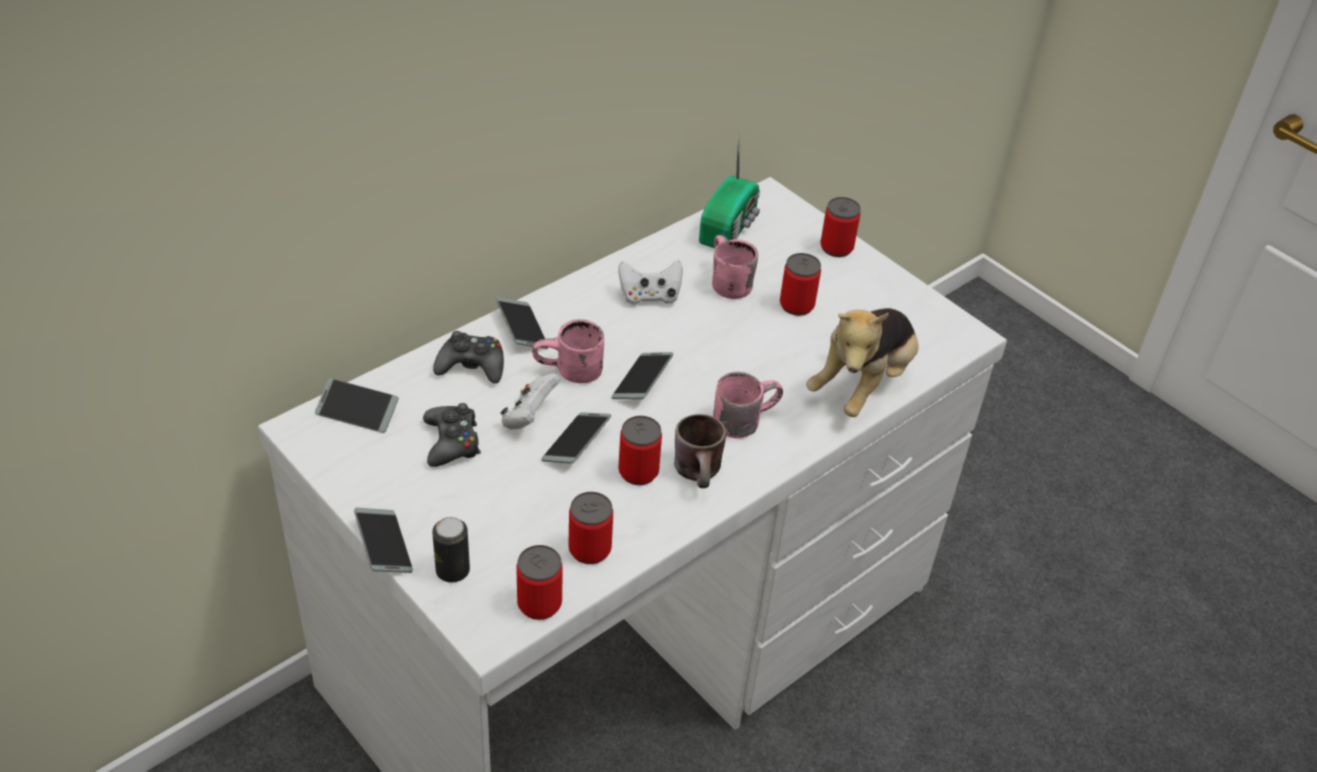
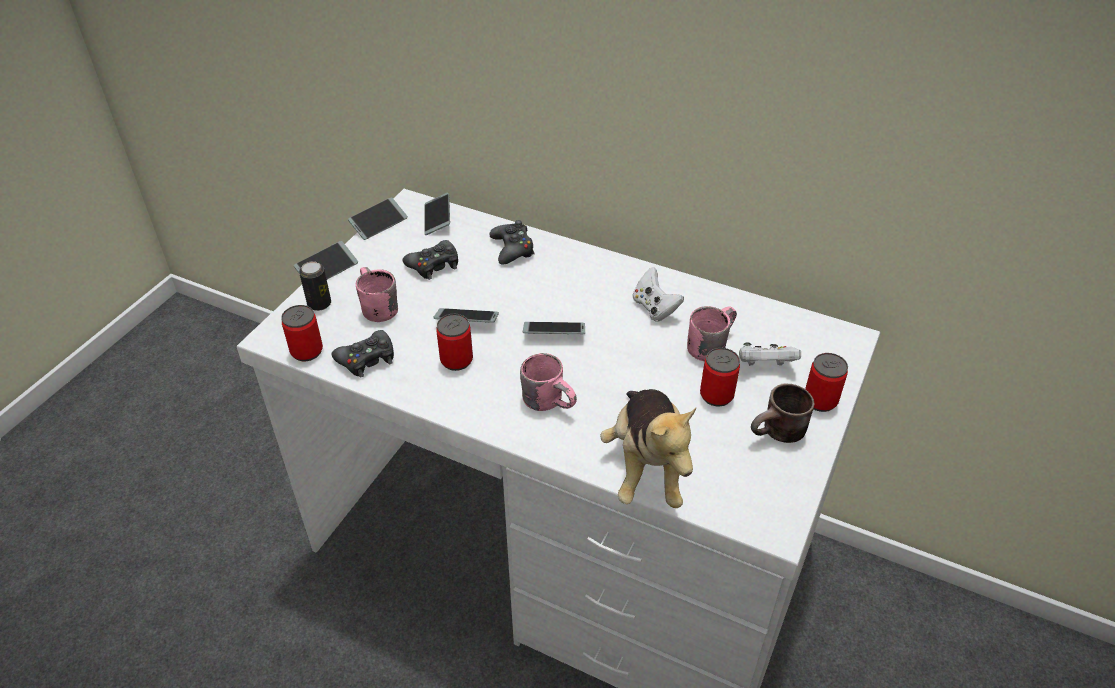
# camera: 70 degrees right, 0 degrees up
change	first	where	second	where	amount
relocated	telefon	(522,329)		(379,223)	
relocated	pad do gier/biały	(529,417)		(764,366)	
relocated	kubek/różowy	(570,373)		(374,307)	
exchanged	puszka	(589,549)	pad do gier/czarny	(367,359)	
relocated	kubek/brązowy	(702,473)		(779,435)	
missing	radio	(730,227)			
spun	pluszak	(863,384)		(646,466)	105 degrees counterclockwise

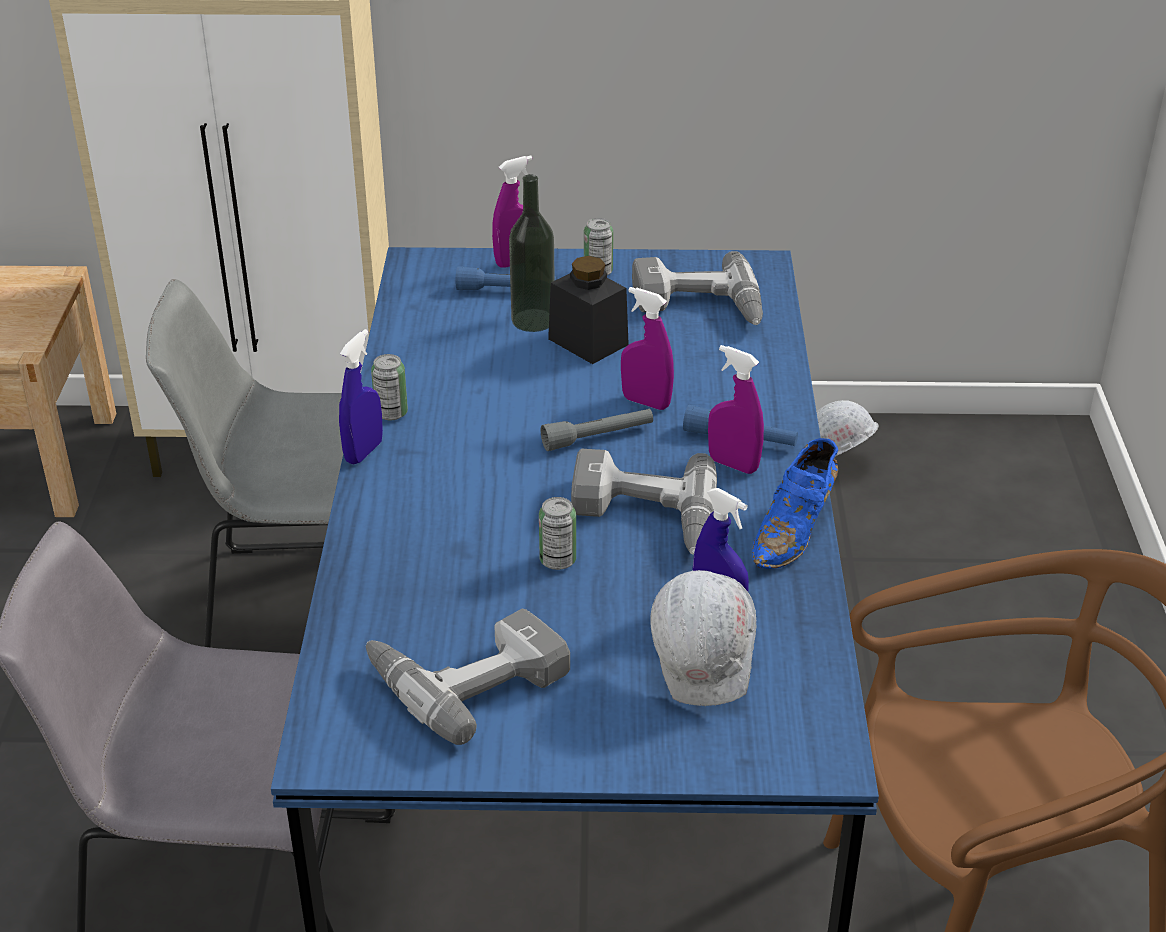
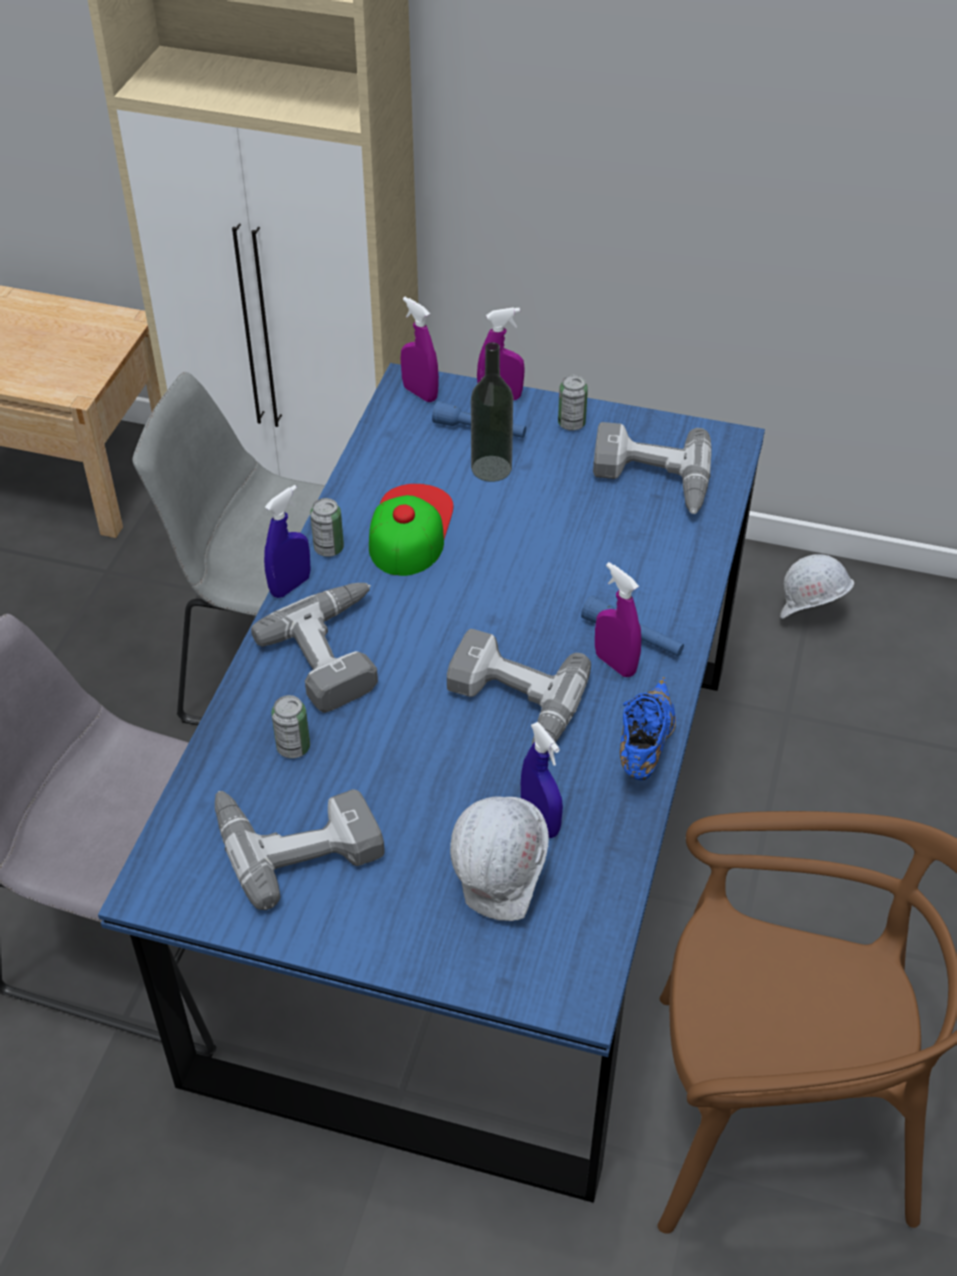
# camera: 15 degrees right, 10 degrees up
change	first	where	second	where	amount
relocated	puszka	(557,560)		(293,747)	
missing	latarka/szary	(598,437)			
missing	słoik/czarny	(588,342)			
relocated	spryskiwacz/fioletowy	(646,402)		(420,393)	
spun	but/niebieski	(795,531)		(644,748)	150 degrees clockwise
appeared			wiertarka	(338,653)	
appeared			czapka z daszkiem	(409,528)	

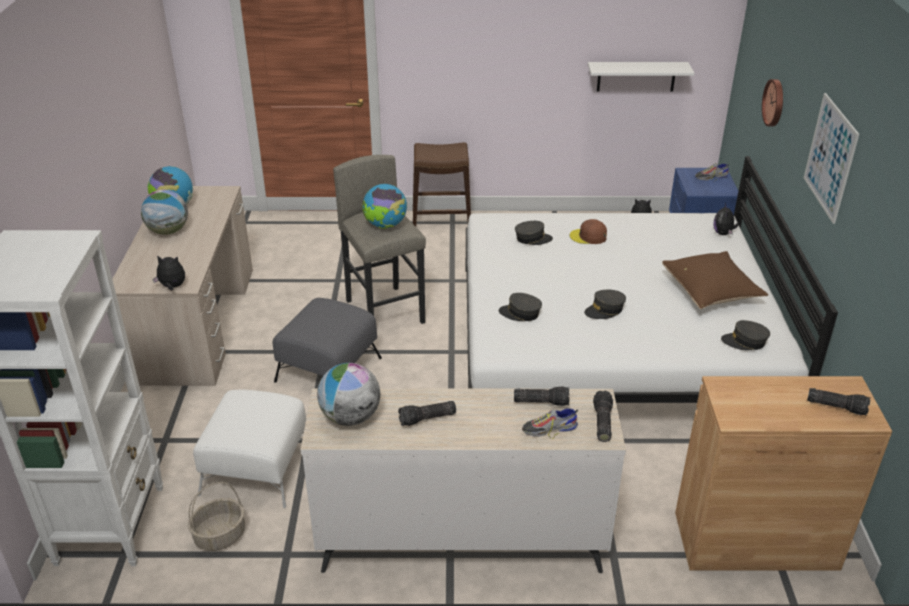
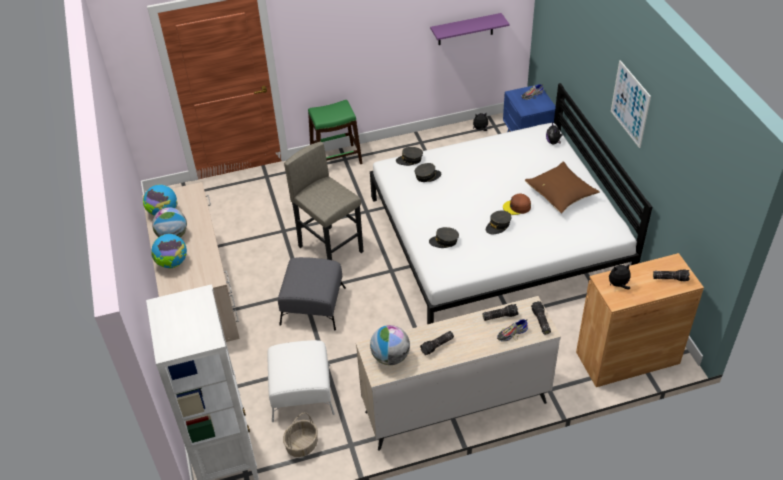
# camera: 15 degrees left, 10 degrees up
change	first	where	second	where	amount
relocated	pluszak	(172,287)		(618,285)	
relocated	globus	(385,225)		(172,263)	
colour	stołek/brązowy	(441,220)	stołek/zielony	(336,159)	
relocated	czapka z daszkiem/brązowy	(588,236)		(517,207)	
colour	półka/biały	(636,76)	półka/fioletowy	(465,29)	
relocated	czapka z daszkiem/szary	(744,342)		(409,160)	
missing	zegar ścienny	(775,102)			

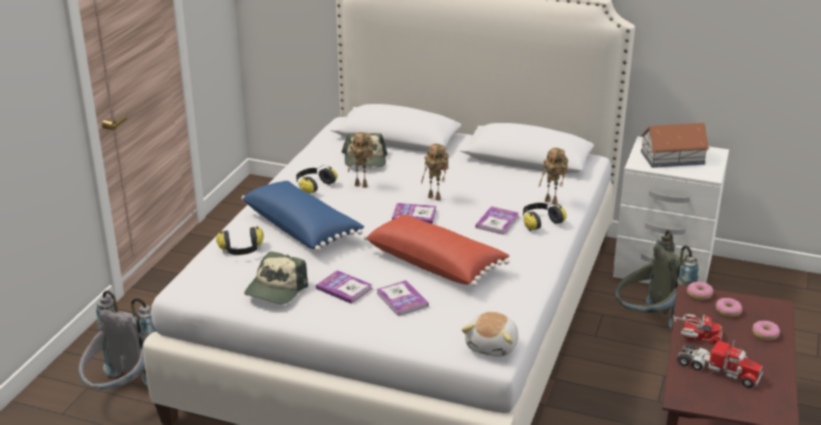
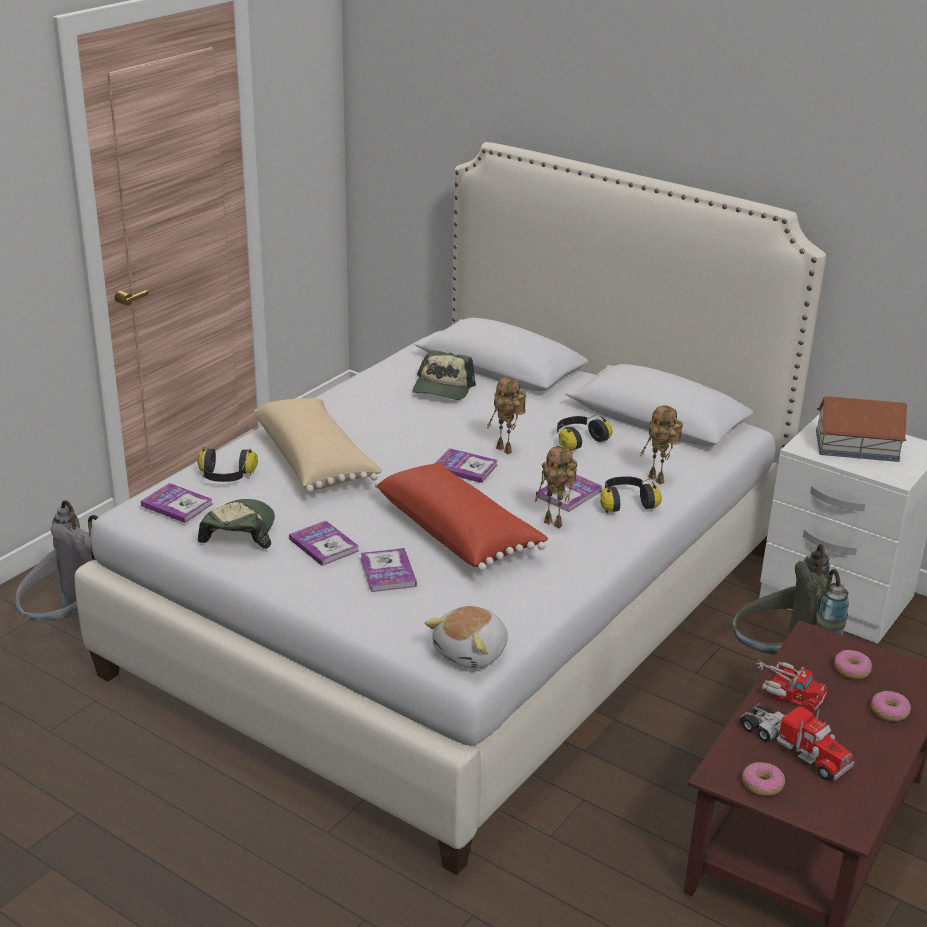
# camera: 15 degrees right, 0 degrees up
change	first	where	second	where	amount
colour	poduszka/niebieski	(302,228)	poduszka/beżowy	(316,461)	
spun	czapka z daszkiem	(276,289)		(238,532)	150 degrees clockwise
relocated	słuchawki	(313,186)		(579,441)	
relocated	robot zabawkowy	(362,185)		(555,523)	
relocated	donut	(699,294)		(762,784)	
appeared			książka	(177,505)	

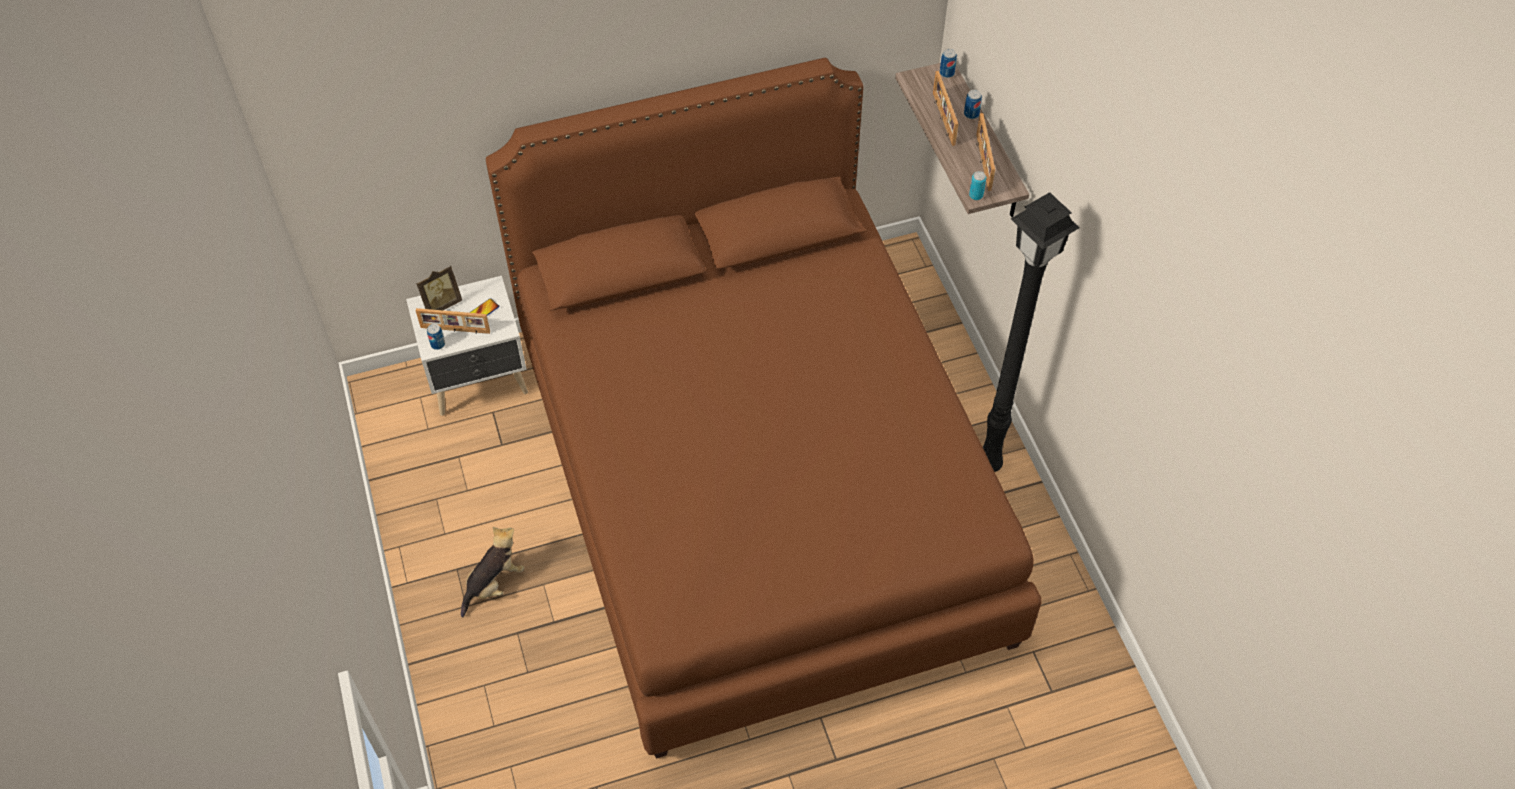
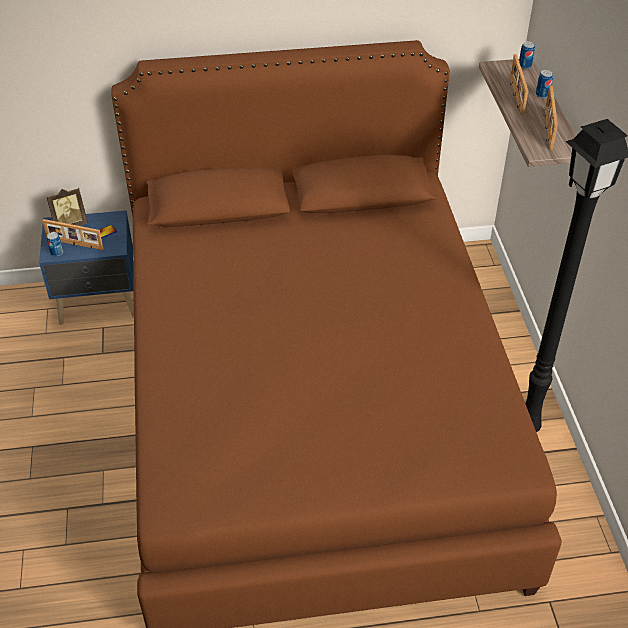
# camera: 10 degrees right, 10 degrees down
change	first	where	second	where	amount
colour	szafka nocna/biały	(479,380)	szafka nocna/niebieski	(99,303)	
missing	pluszak	(494,583)			
missing	puszka	(976,195)			

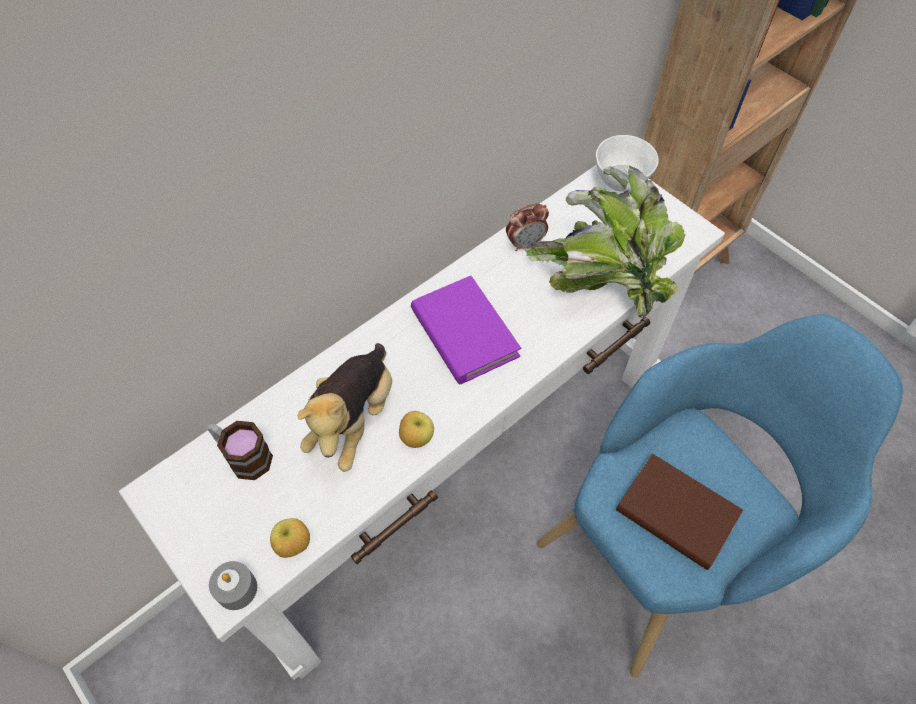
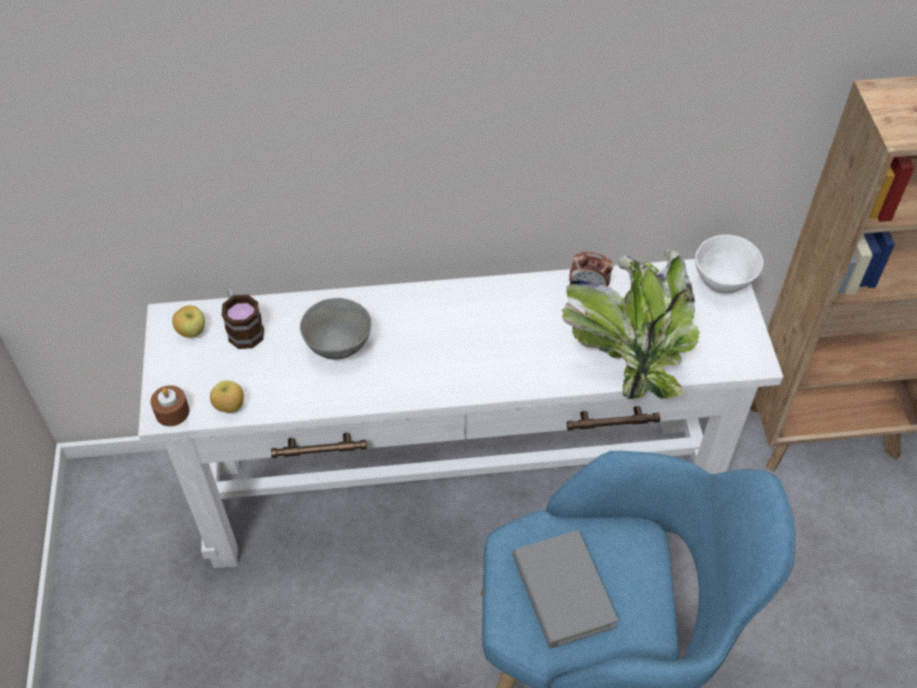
# camera: 35 degrees right, 5 degrees down
change	first	where	second	where	amount
colour	świeca/szary	(236,589)	świeca/brązowy	(172,412)	
exchanged	pluszak	(354,419)	miska/szary	(339,347)	
relocated	jabłko	(416,438)		(192,332)	
missing	książka/fioletowy	(464,333)			
colour	książka/brązowy	(676,513)	książka/szary	(563,591)	

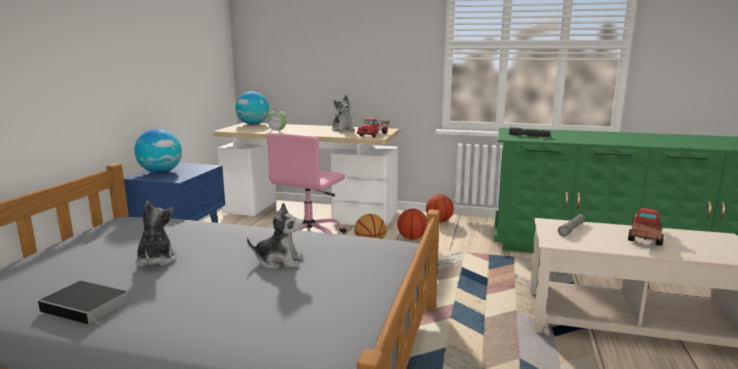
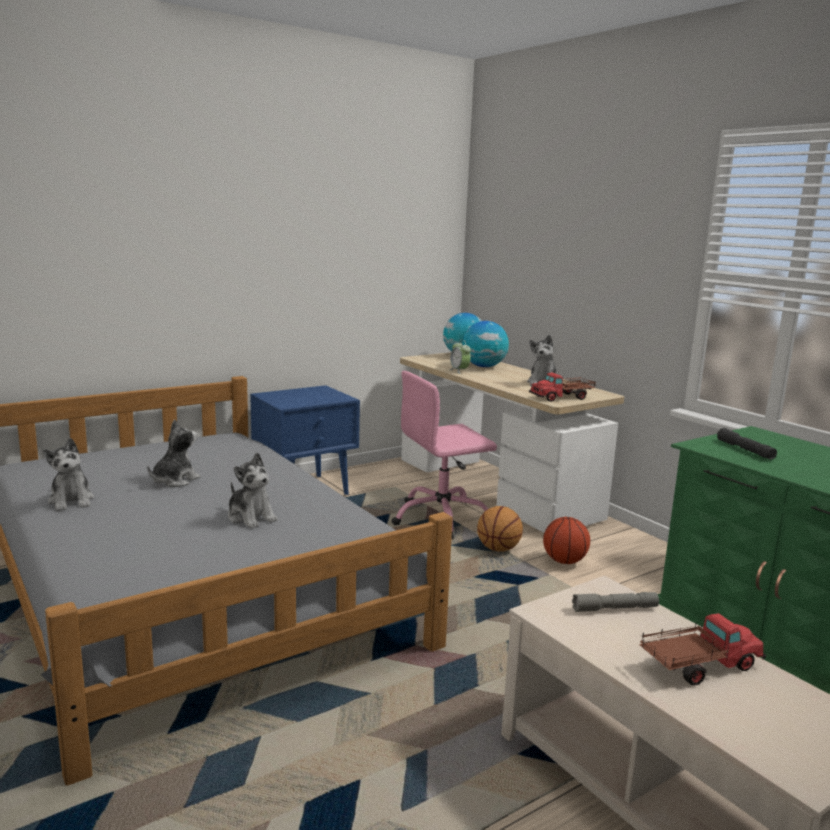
# camera: 40 degrees right, 0 degrees up
change	first	where	second	where	amount
exchanged	książka	(87,307)	pluszak	(71,501)	
relocated	globus	(160,172)		(484,366)	
missing	piłka do koszykówki	(439,221)			

